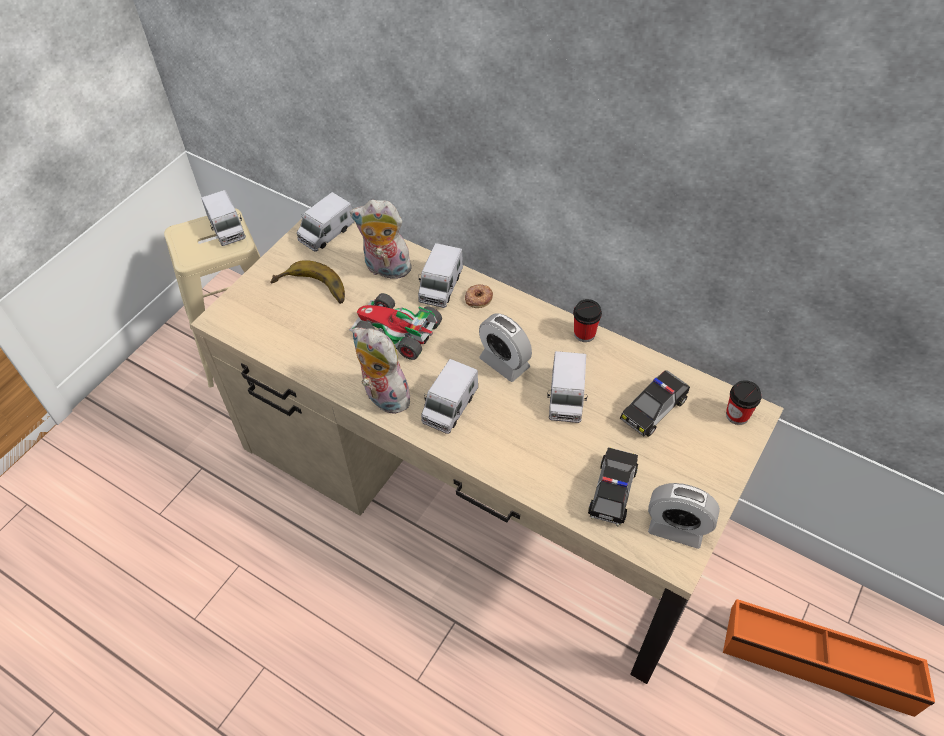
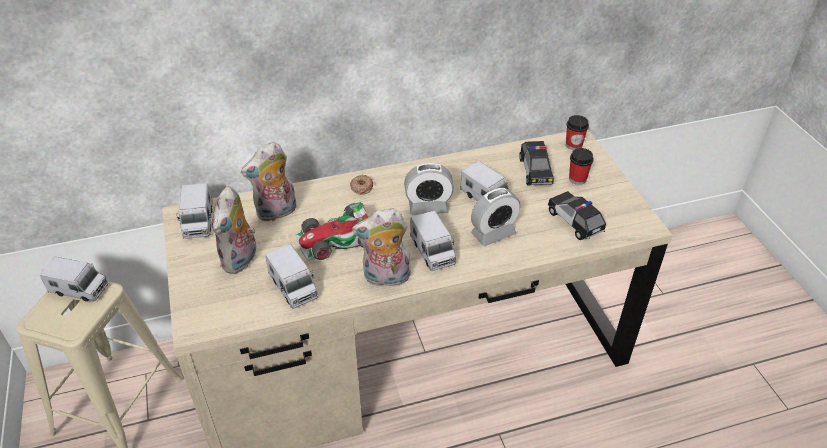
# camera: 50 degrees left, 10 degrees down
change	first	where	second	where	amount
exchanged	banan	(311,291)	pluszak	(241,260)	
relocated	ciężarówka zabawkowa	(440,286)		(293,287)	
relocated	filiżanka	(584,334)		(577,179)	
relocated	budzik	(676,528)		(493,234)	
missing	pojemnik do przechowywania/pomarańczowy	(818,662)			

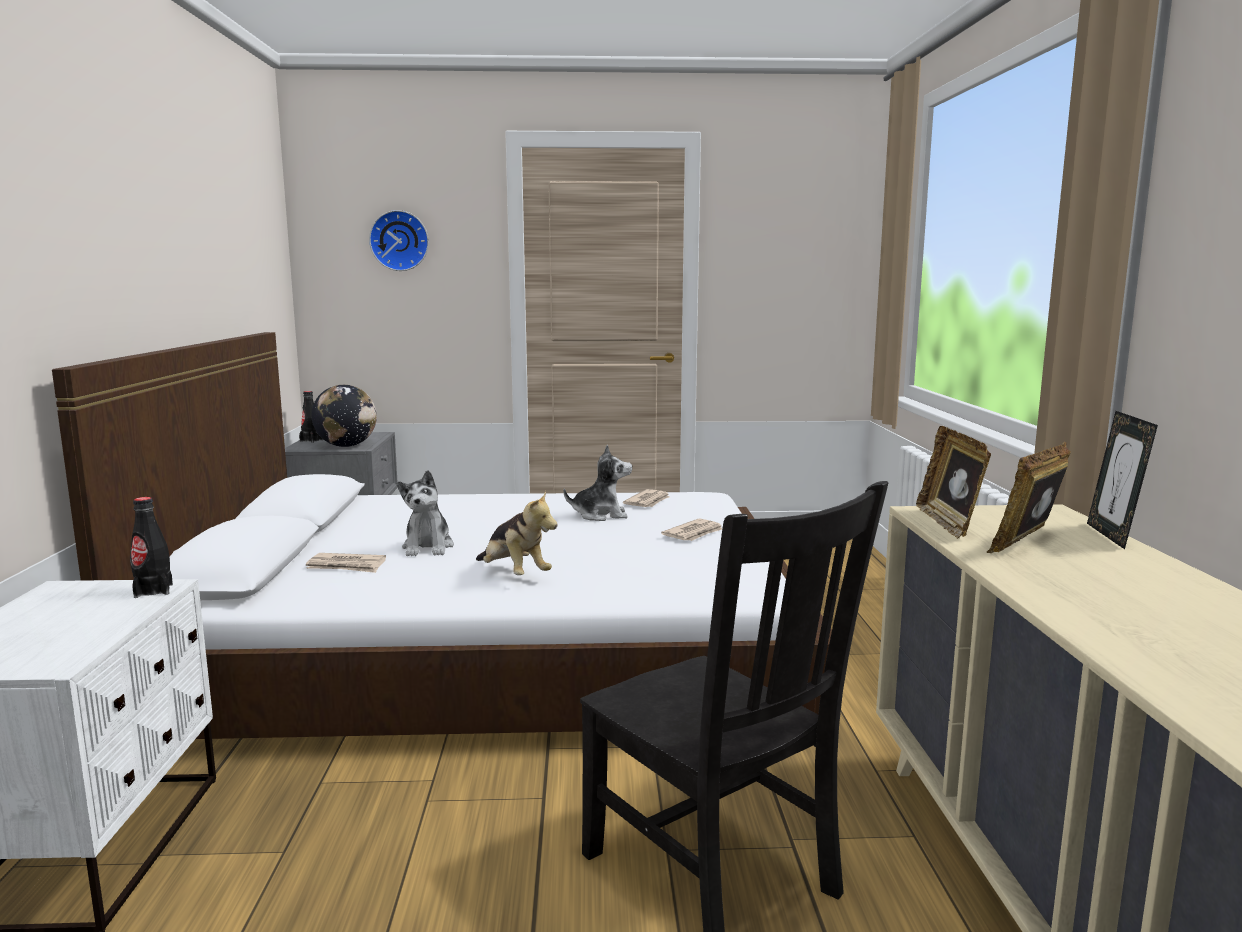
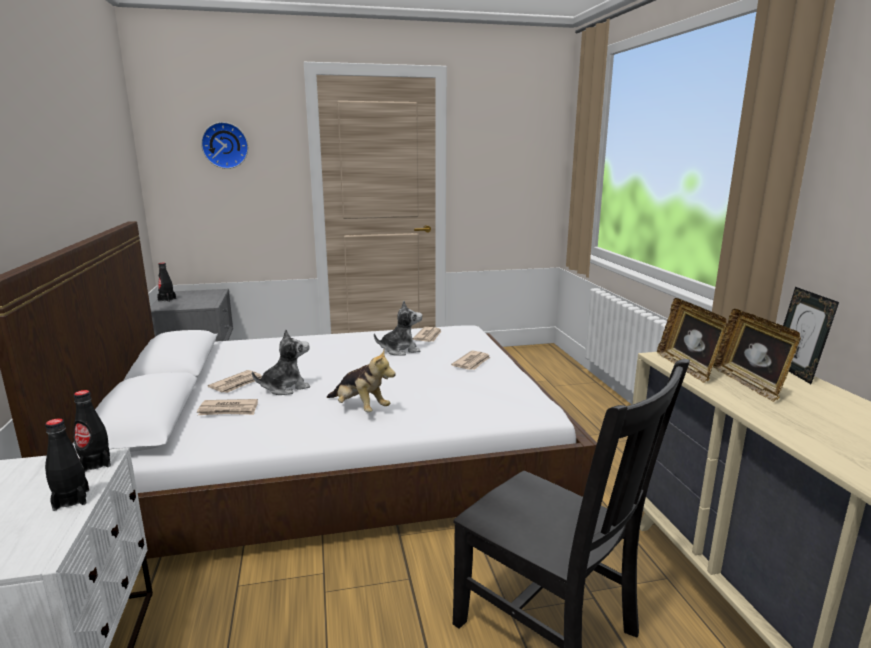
# camera: 10 degrees left, 5 degrees up
change	first	where	second	where	amount
missing	globus	(346,446)			
spun	pluszak	(428,547)		(285,388)	105 degrees counterclockwise
spun	ramka na zdjęcie	(1028,544)		(749,384)	45 degrees counterclockwise
appeared			butelka/czarny	(71,500)	
appeared			gazeta	(237,384)	

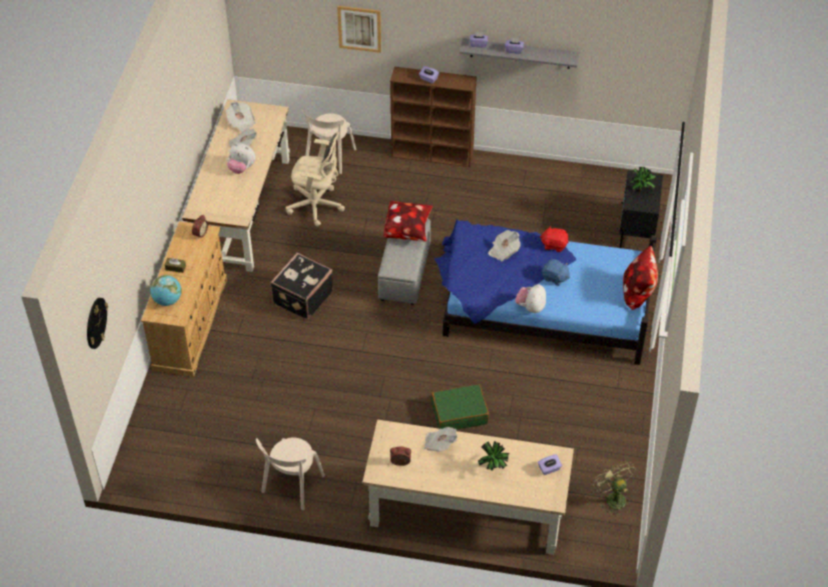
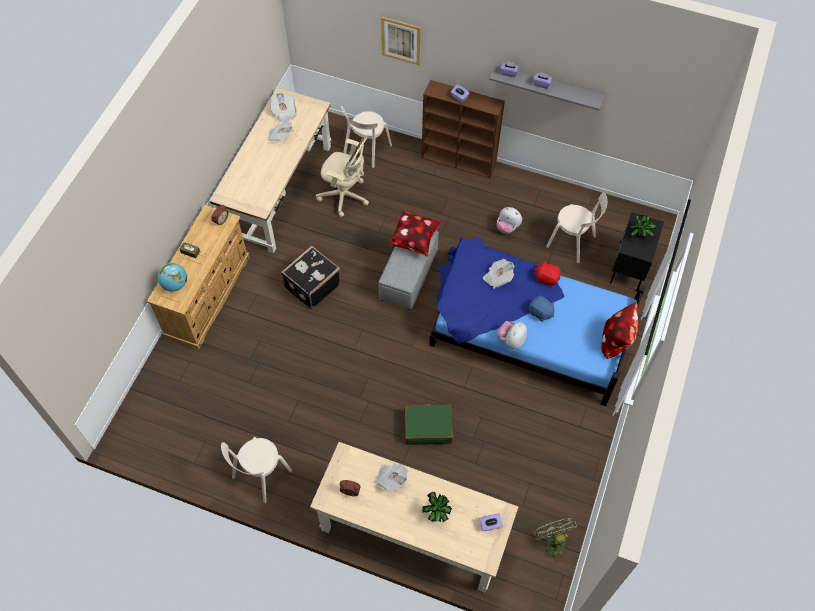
# camera: 10 degrees right, 10 degrees up
change	first	where	second	where	amount
missing	zegar ścienny	(96,323)			
relocated	pluszak	(241,168)		(507,227)	
appeared			krzesło/beżowy	(573,242)	

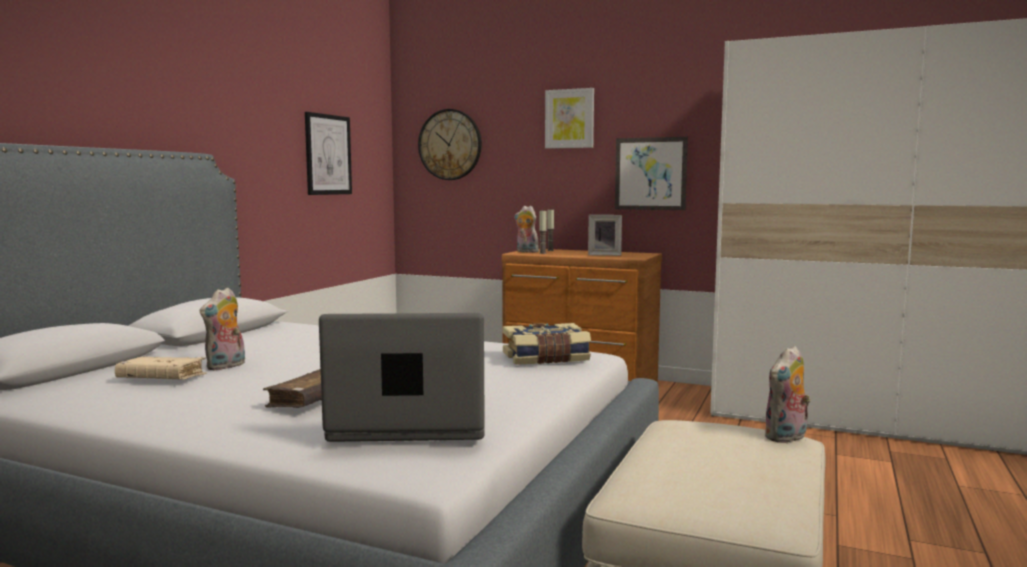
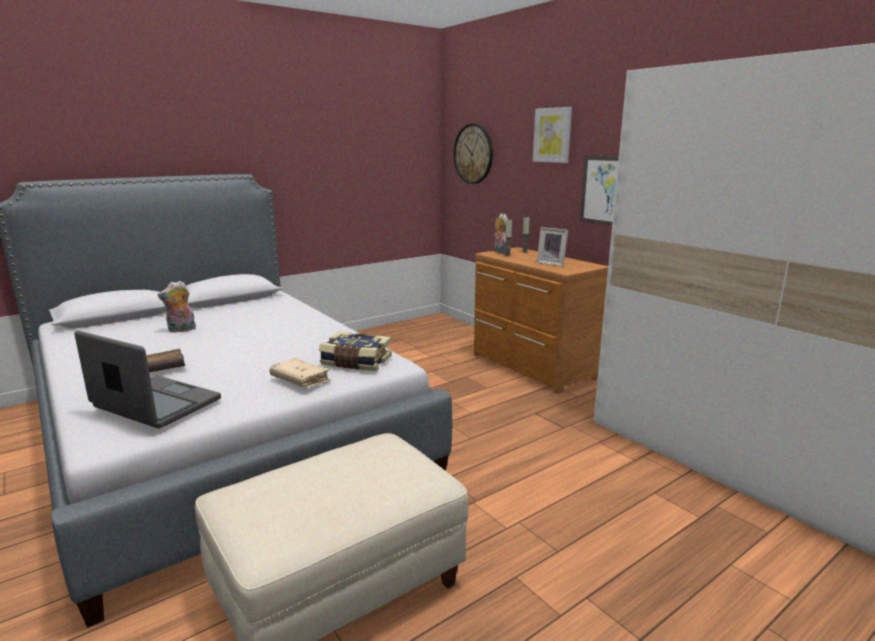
# camera: 30 degrees right, 10 degrees up
change	first	where	second	where	amount
relocated	książka/beżowy	(161,379)		(300,380)	
missing	obraz	(328,154)			
missing	pluszak	(786,438)			

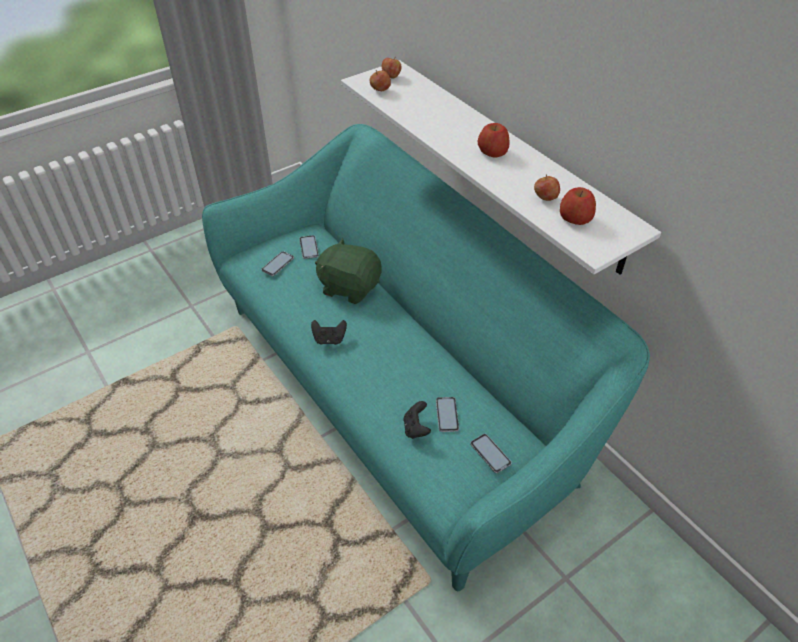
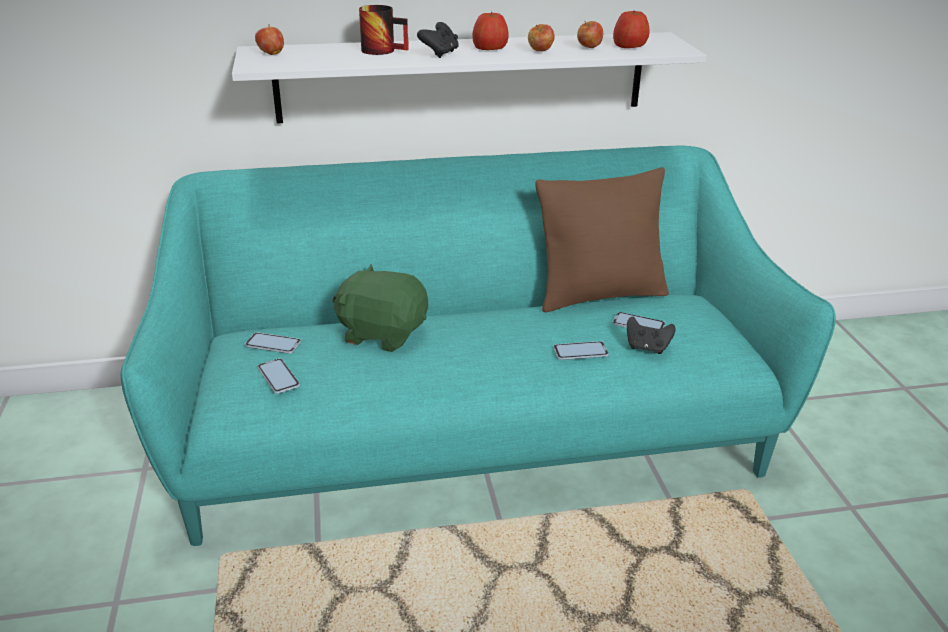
# camera: 65 degrees left, 15 degrees down
change	first	where	second	where	amount
relocated	pad do gier/czarny	(329,339)		(440,54)	
spun	pluszak/zielony	(349,287)		(382,333)	60 degrees clockwise
relocated	jabłko	(380,90)		(540,51)	
relocated	telefon	(490,453)		(580,351)	
appeared			kubek	(384,50)	
appeared			poduszka/brązowy	(599,295)	

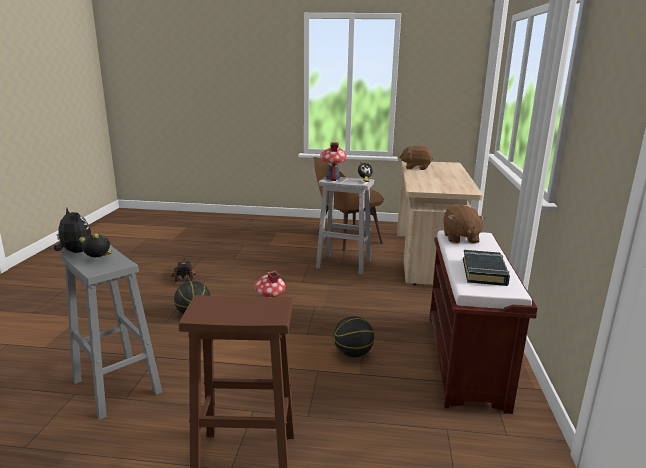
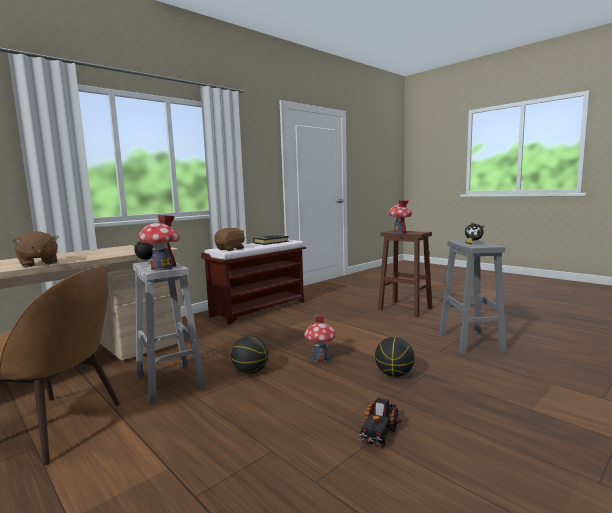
# camera: 140 degrees left, 10 degrees down
change	first	where	second	where	amount
missing	pluszak	(75,252)			
relocated	piłka do koszykówki	(353,354)		(250,371)	
appeared			domek	(399,232)	

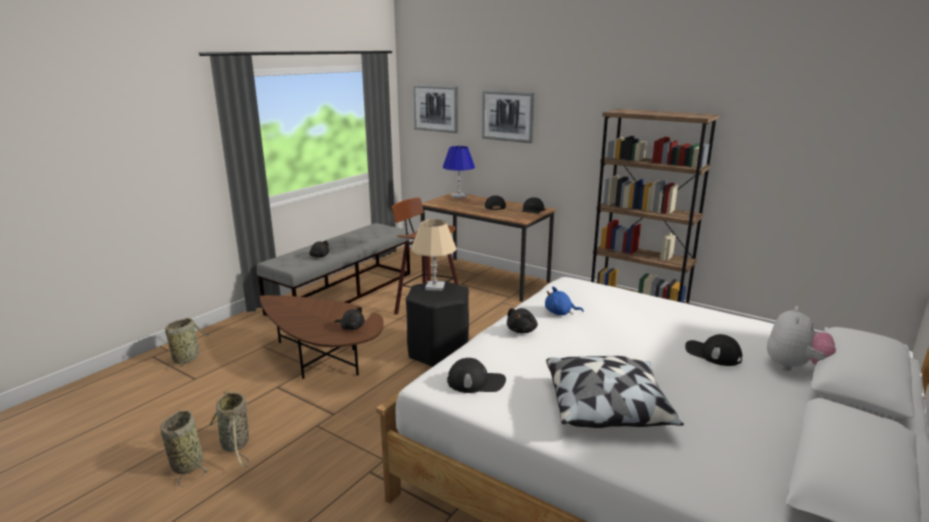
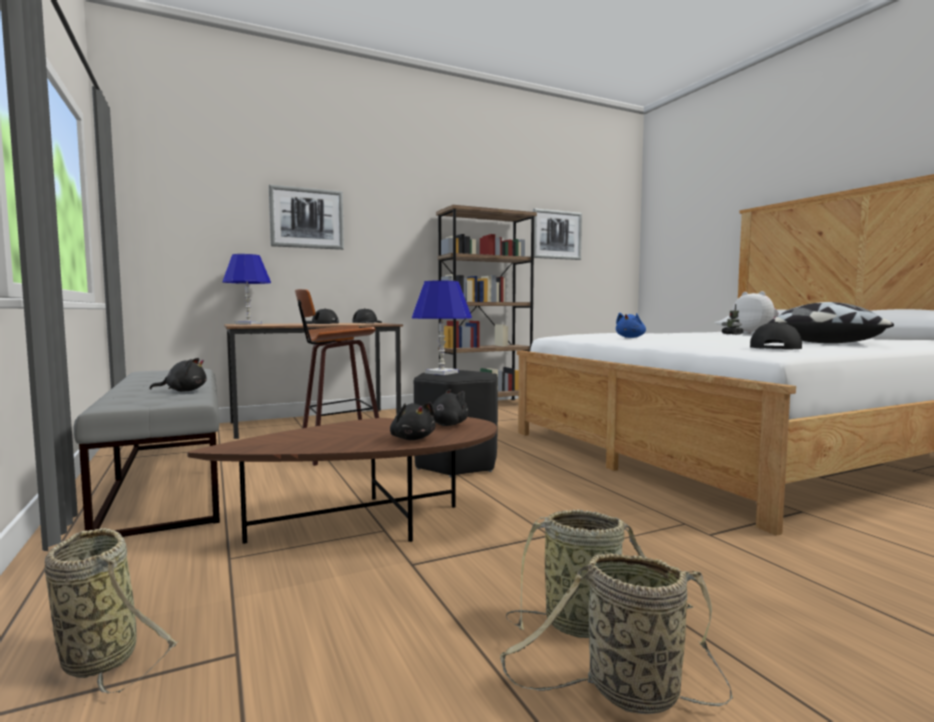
# camera: 60 degrees left, 15 degrees down
change	first	where	second	where	amount
colour	lampa stołowa/beżowy	(434,287)	lampa stołowa/niebieski	(441,373)	
relocated	obraz	(436,108)		(556,235)	
relocated	pluszak/czarny	(522,330)		(412,439)	
exchanged	czapka z daszkiem/czarny	(712,354)	robot zabawkowy	(732,334)	

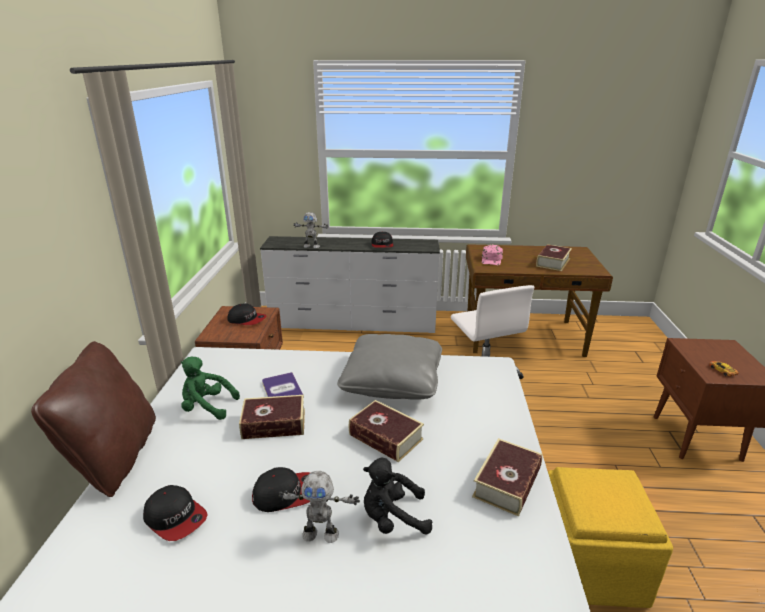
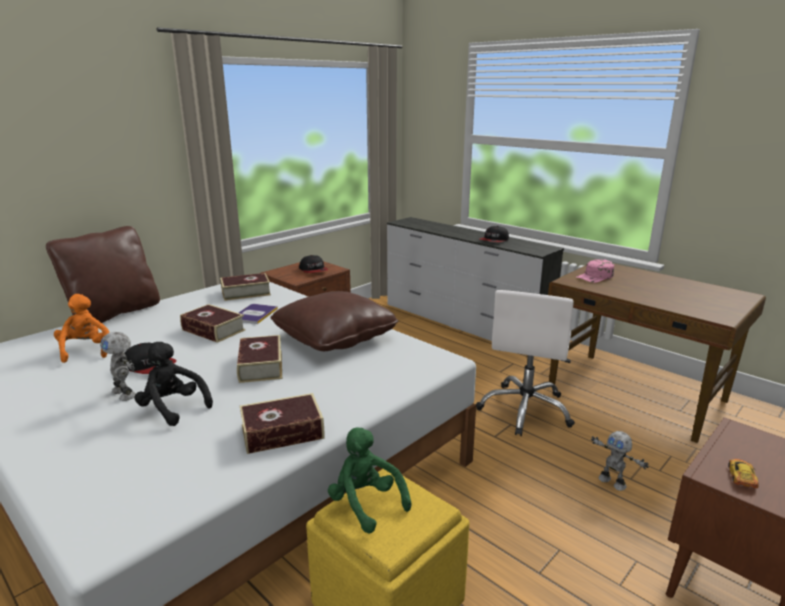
# camera: 40 degrees right, 5 degrees down
change	first	where	second	where	amount
exchanged	czapka z daszkiem	(176,518)	pluszak/pomarańczowy	(86,350)	
relocated	pluszak/zielony	(207,407)		(366,503)	
relocated	robot zabawkowy	(311,246)		(612,482)	
colour	poduszka/szary	(392,381)	poduszka/brązowy	(335,337)	
relocated	książka	(553,262)		(246,292)	

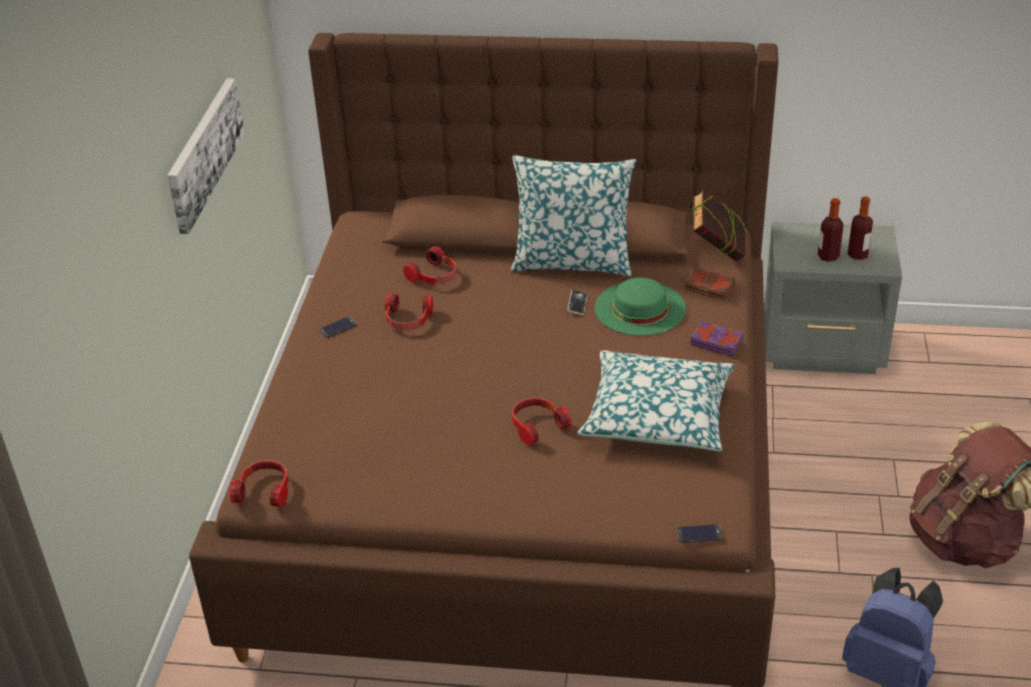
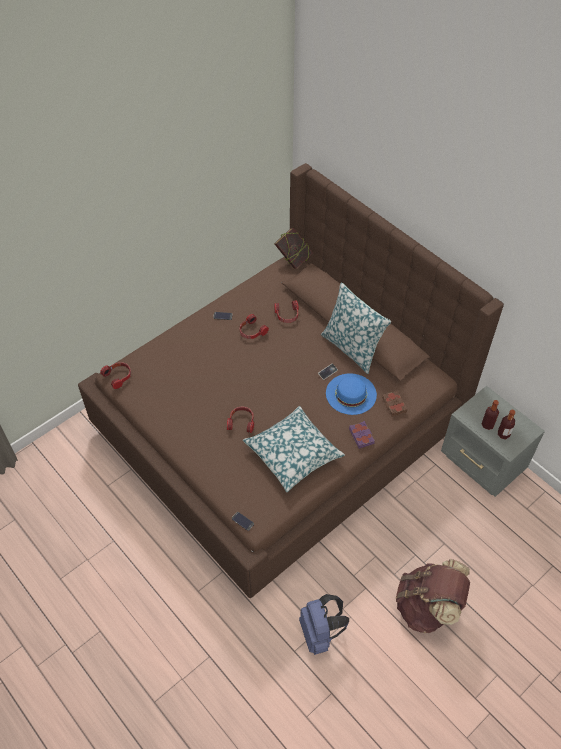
# camera: 40 degrees right, 15 degrees up
change	first	where	second	where	amount
missing	obraz	(203,152)			
colour	kapelusz/zielony	(640,308)	kapelusz/niebieski	(351,394)	
relocated	książka	(717,252)		(293,260)	

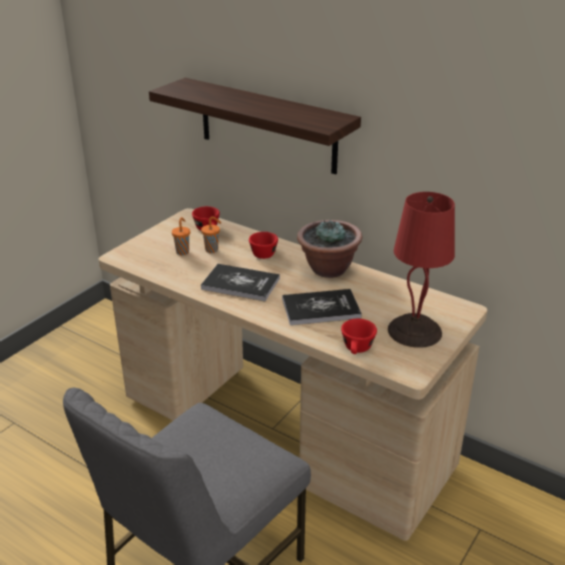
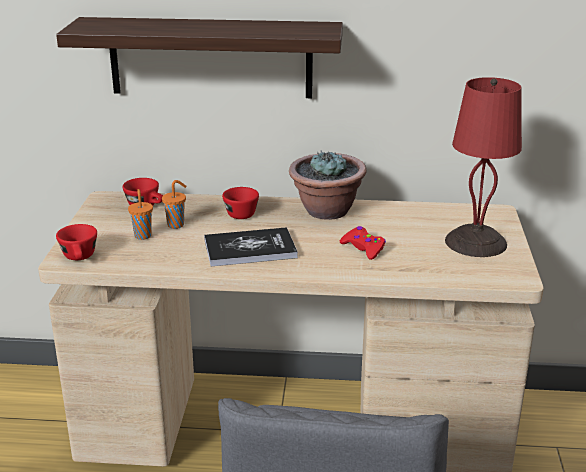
# camera: 30 degrees left, 5 degrees down
change	first	where	second	where	amount
exchanged	książka	(321,308)	pad do gier/czerwony	(363,248)	
relocated	filiżanka/czerwony	(357,350)		(80,258)	

